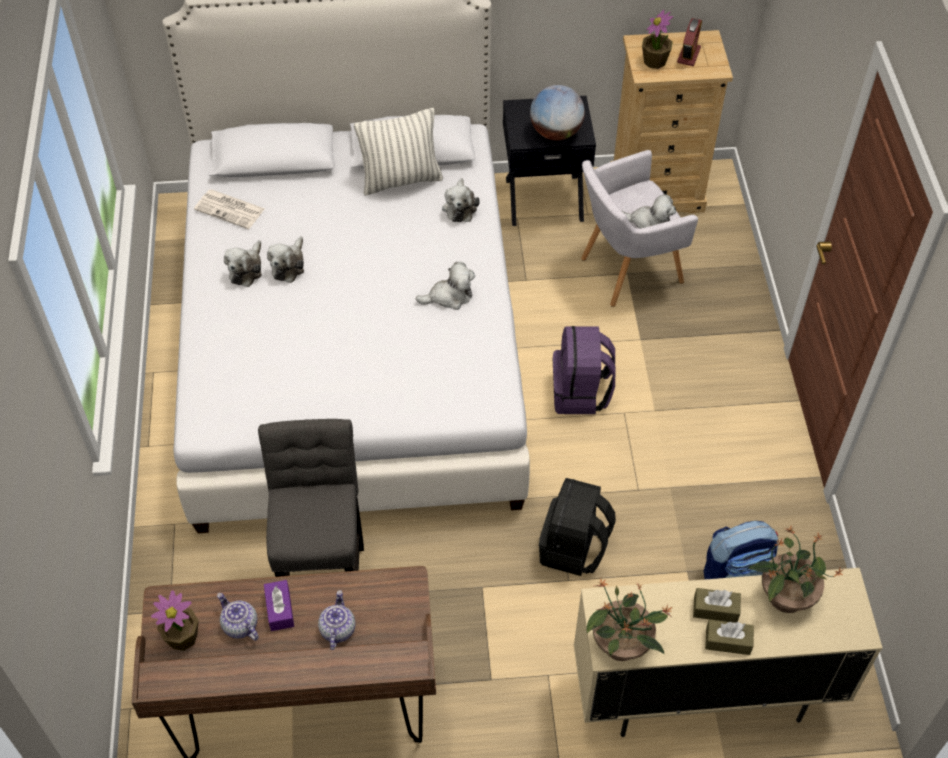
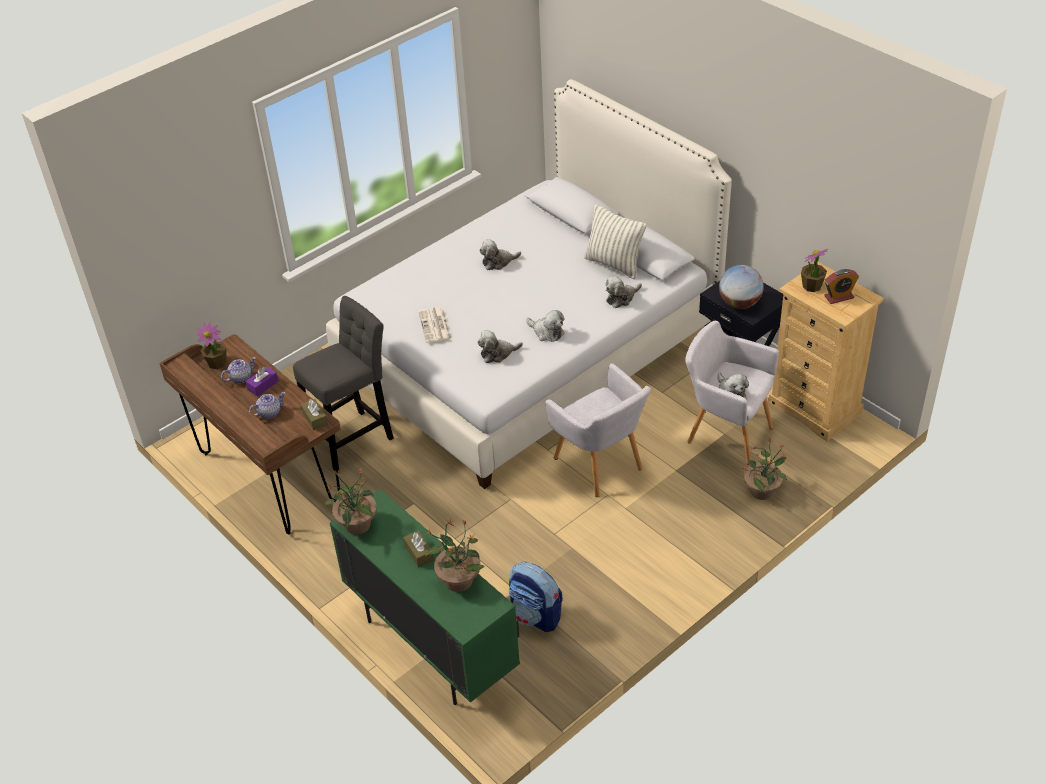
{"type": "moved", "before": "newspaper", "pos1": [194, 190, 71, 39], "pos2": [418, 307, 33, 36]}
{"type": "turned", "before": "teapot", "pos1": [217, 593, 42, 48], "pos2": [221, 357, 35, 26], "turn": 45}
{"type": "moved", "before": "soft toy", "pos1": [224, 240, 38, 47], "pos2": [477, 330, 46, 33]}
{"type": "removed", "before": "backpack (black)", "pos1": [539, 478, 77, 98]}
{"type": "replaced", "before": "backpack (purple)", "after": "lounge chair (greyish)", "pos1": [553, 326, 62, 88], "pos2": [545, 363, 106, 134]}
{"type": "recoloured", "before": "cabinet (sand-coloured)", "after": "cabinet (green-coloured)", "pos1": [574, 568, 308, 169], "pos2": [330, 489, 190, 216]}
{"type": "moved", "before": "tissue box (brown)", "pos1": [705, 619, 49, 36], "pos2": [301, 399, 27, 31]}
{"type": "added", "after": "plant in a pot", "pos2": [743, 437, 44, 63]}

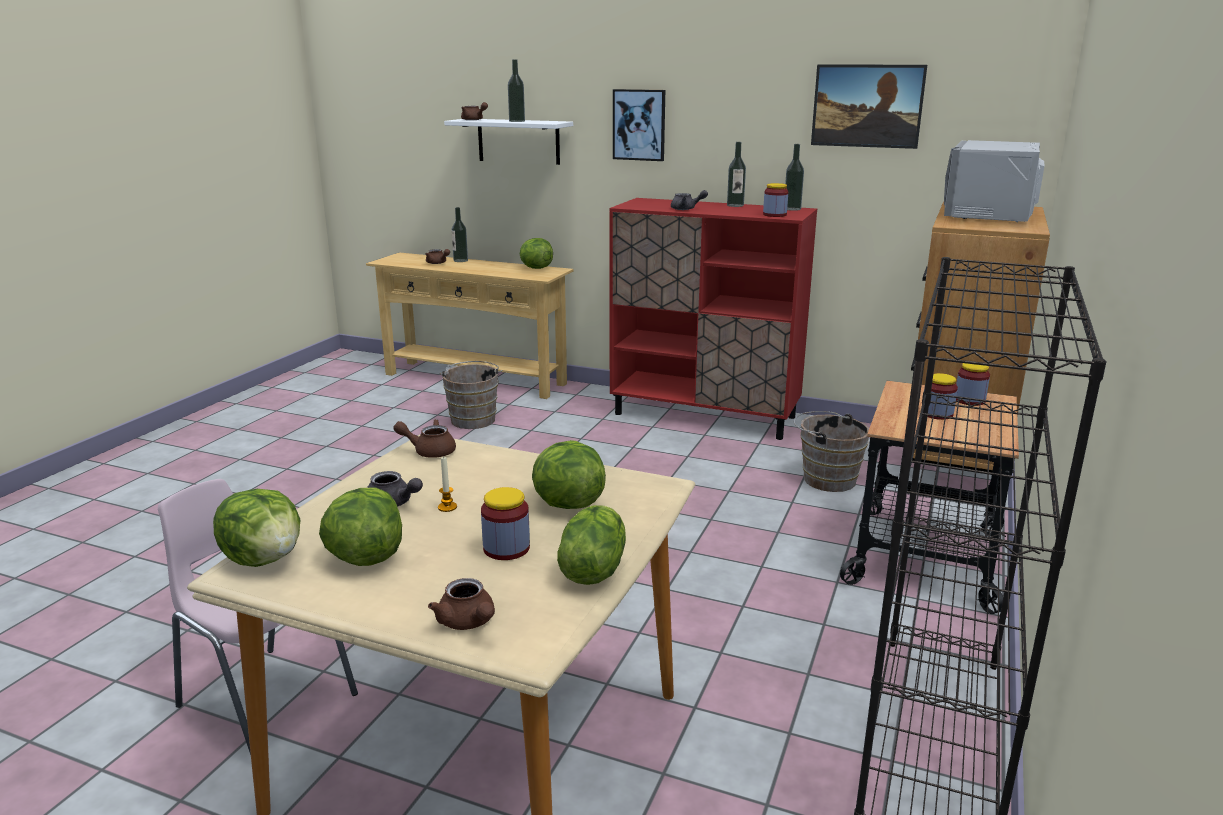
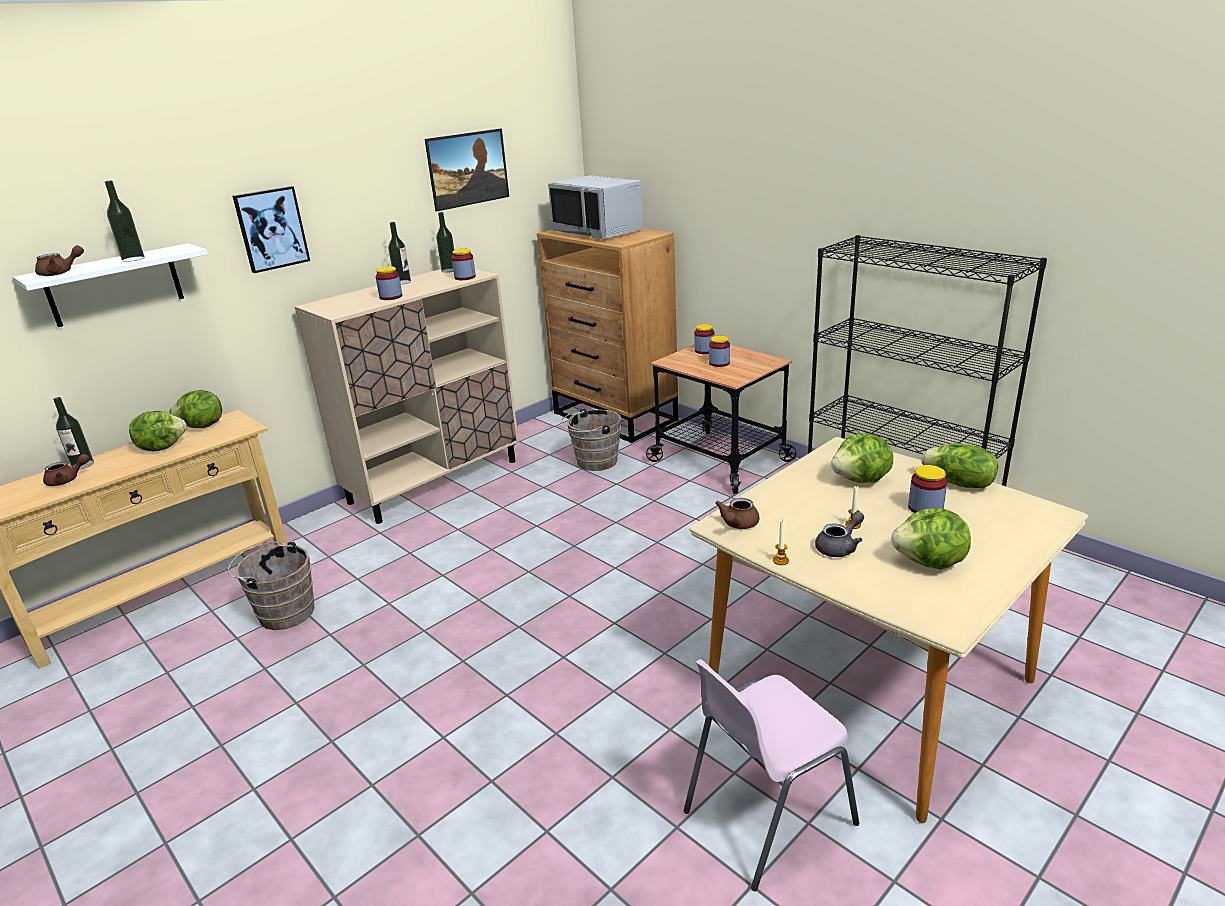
{"type": "moved", "before": "head of lettuce", "pos1": [213, 489, 87, 78], "pos2": [129, 411, 58, 41]}
{"type": "removed", "before": "teapot (brown)", "pos1": [428, 578, 67, 52]}
{"type": "recoloured", "before": "cabinet (red-coloured)", "after": "cabinet (sand-coloured)", "pos1": [609, 198, 208, 242], "pos2": [294, 269, 225, 255]}
{"type": "replaced", "before": "teapot (greyish)", "after": "storage jar", "pos1": [671, 190, 37, 20], "pos2": [376, 266, 26, 34]}
{"type": "added", "after": "wax candle", "pos2": [773, 520, 16, 45]}

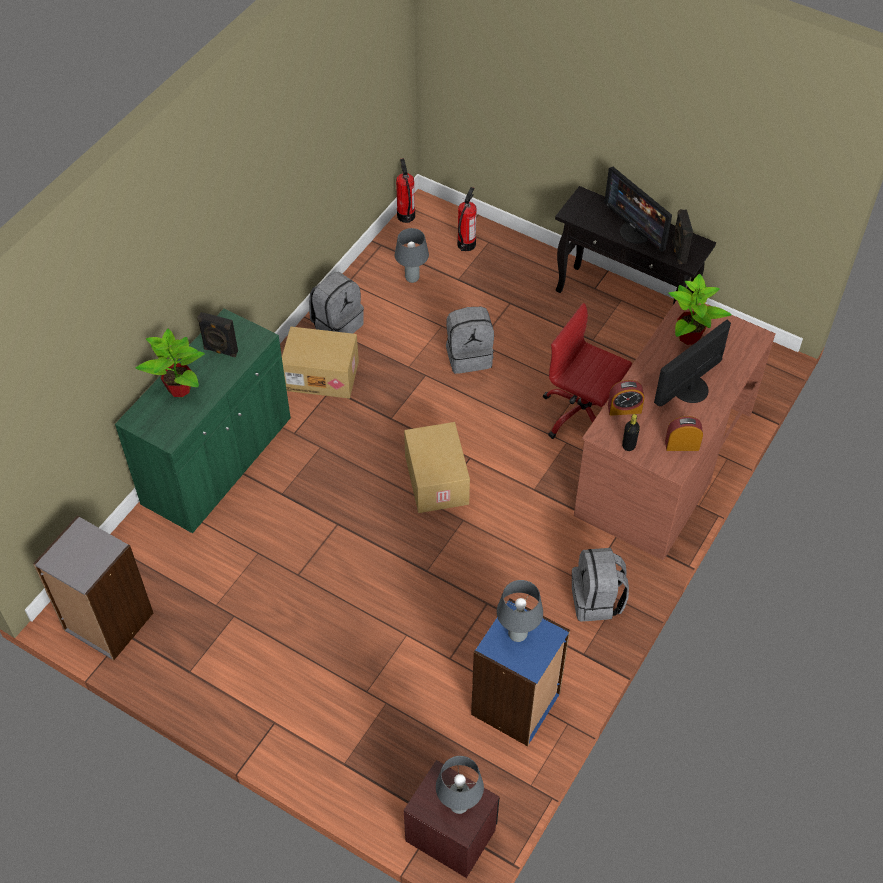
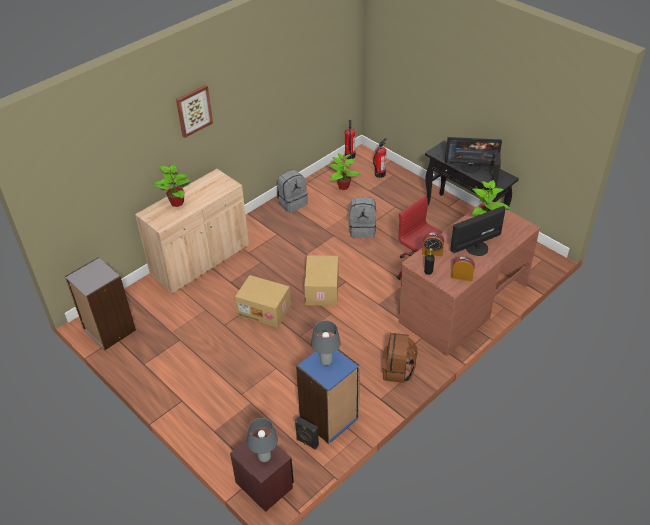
{"type": "recoloured", "before": "cabinet (green-coloured)", "after": "cabinet (sand-coloured)", "pos1": [115, 309, 176, 224], "pos2": [135, 169, 114, 124]}
{"type": "moved", "before": "loudspeaker (black)", "pos1": [197, 312, 41, 45], "pos2": [295, 416, 24, 34]}
{"type": "moved", "before": "packing box", "pos1": [282, 327, 77, 72], "pos2": [235, 275, 56, 53]}
{"type": "replaced", "before": "lamp for a table (greyish)", "after": "plant in a pot", "pos1": [395, 228, 34, 55], "pos2": [329, 153, 32, 37]}
{"type": "recoloured", "before": "backpack (greyish)", "after": "backpack (brown)", "pos1": [572, 548, 57, 74], "pos2": [382, 333, 35, 50]}
{"type": "turned", "before": "computer screen", "pos1": [604, 167, 68, 85], "pos2": [445, 137, 57, 36], "turn": -60}
{"type": "added", "after": "picture", "pos2": [176, 85, 37, 53]}

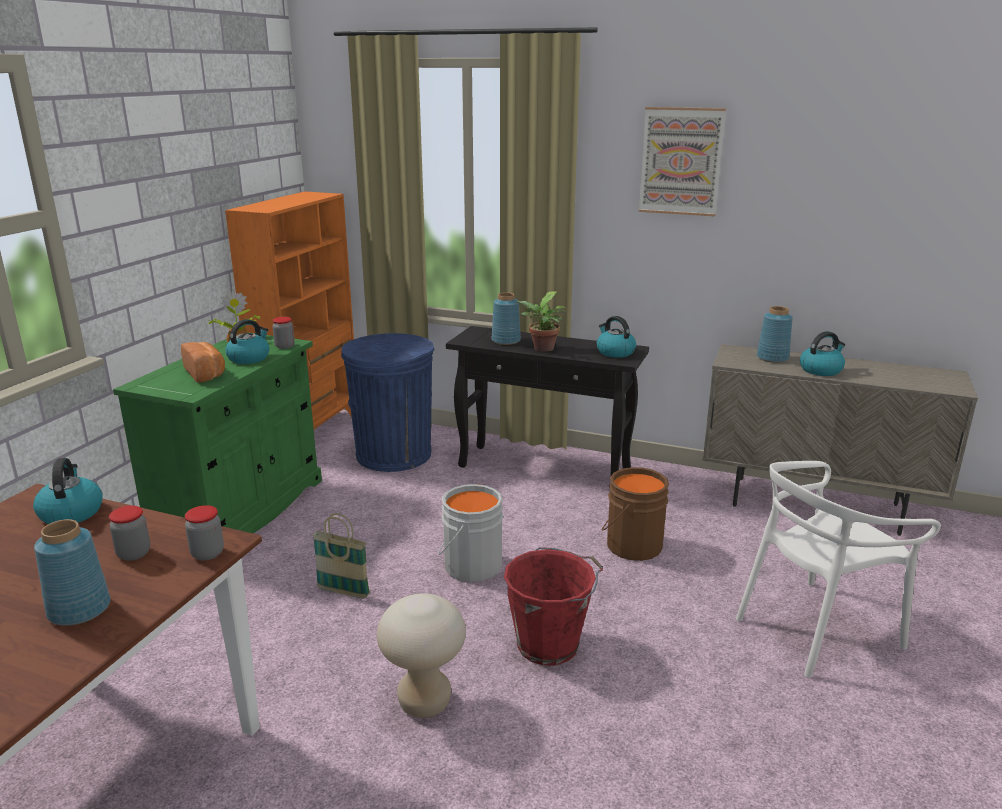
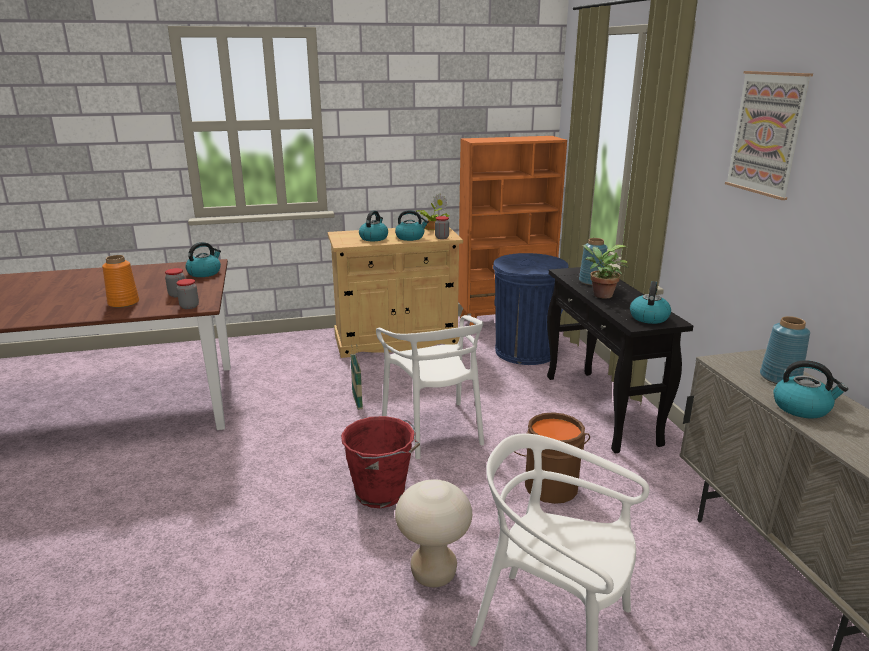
{"type": "recoloured", "before": "flower vase (blue-coloured)", "after": "flower vase (orangey)", "pos1": [34, 519, 76, 106], "pos2": [102, 255, 37, 53]}
{"type": "recoloured", "before": "cabinet (green-coloured)", "after": "cabinet (sand-coloured)", "pos1": [113, 333, 209, 200], "pos2": [328, 227, 135, 131]}
{"type": "replaced", "before": "bread", "after": "tea kettle", "pos1": [181, 342, 44, 41], "pos2": [359, 211, 29, 30]}
{"type": "moved", "before": "stool seat (sand-coloured)", "pos1": [377, 593, 89, 125], "pos2": [395, 479, 77, 108]}
{"type": "replaced", "before": "pail (greyish)", "after": "plain chair (white-coloured)", "pos1": [438, 484, 66, 98], "pos2": [376, 315, 108, 144]}

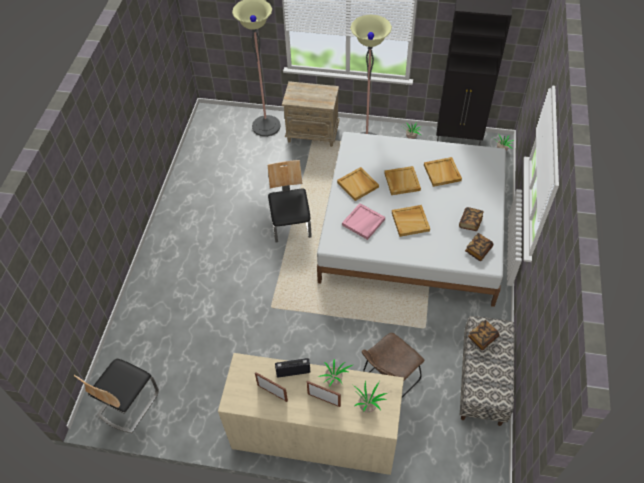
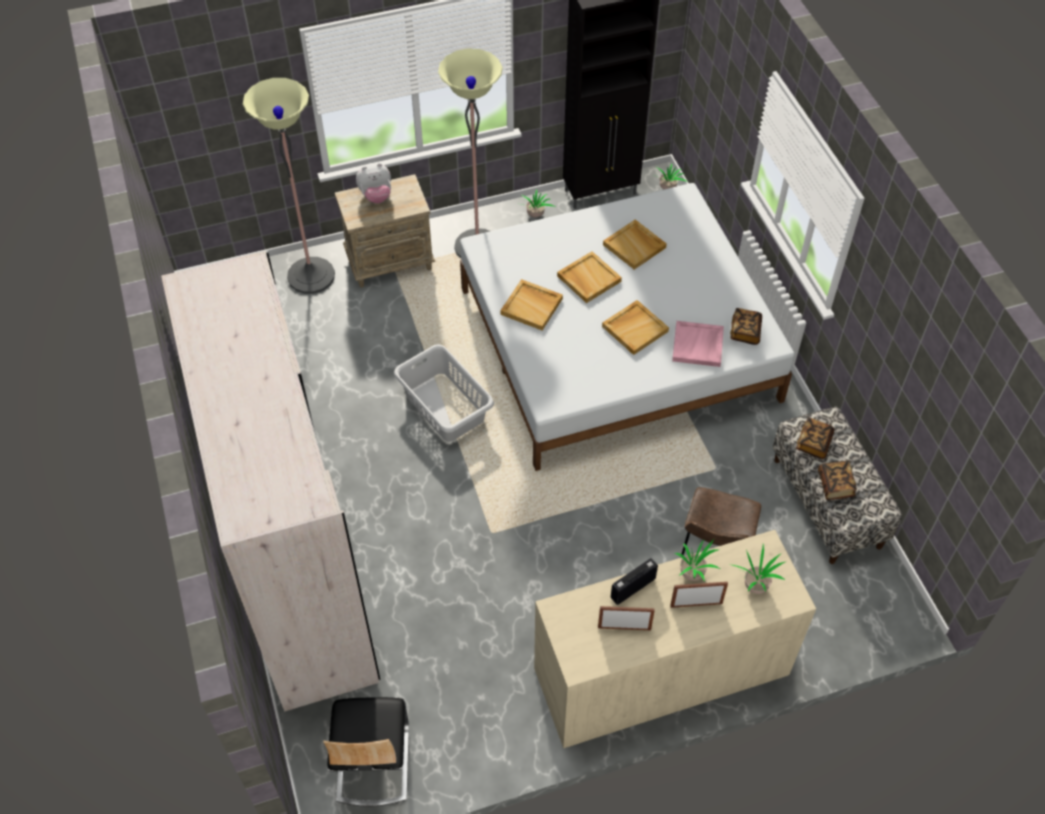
{"type": "replaced", "before": "plain chair", "after": "washing basket (greyish)", "pos1": [267, 160, 45, 83], "pos2": [394, 345, 100, 97]}
{"type": "moved", "before": "carrying tray (pink-coloured)", "pos1": [342, 203, 43, 37], "pos2": [672, 321, 52, 46]}
{"type": "moved", "before": "book", "pos1": [459, 207, 25, 24], "pos2": [818, 461, 39, 39]}
{"type": "added", "after": "wardrobe (sand-coloured)", "pos2": [161, 251, 219, 461]}
{"type": "added", "after": "soft toy", "pos2": [356, 163, 35, 40]}

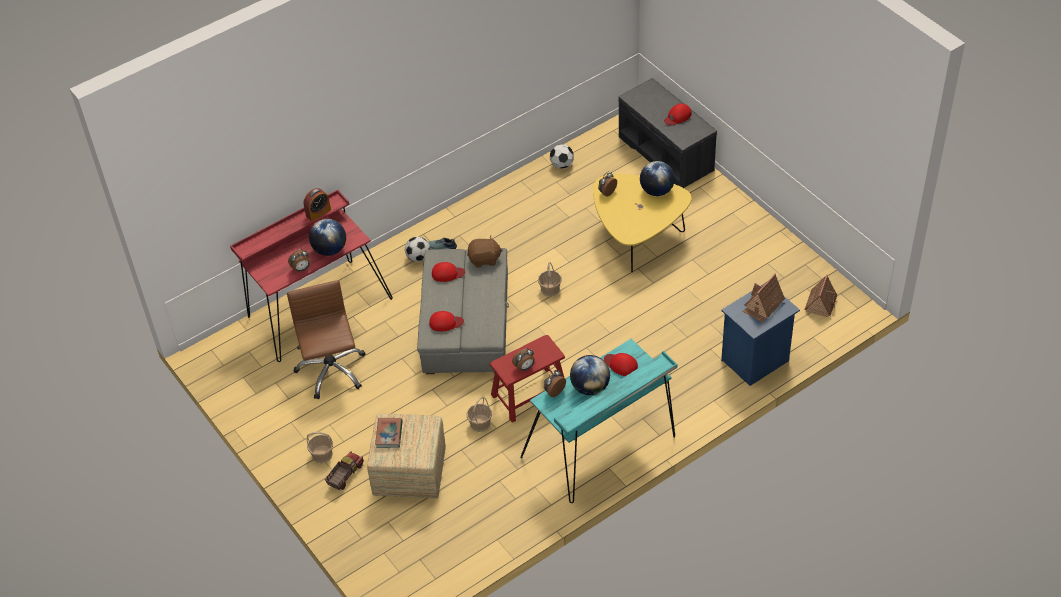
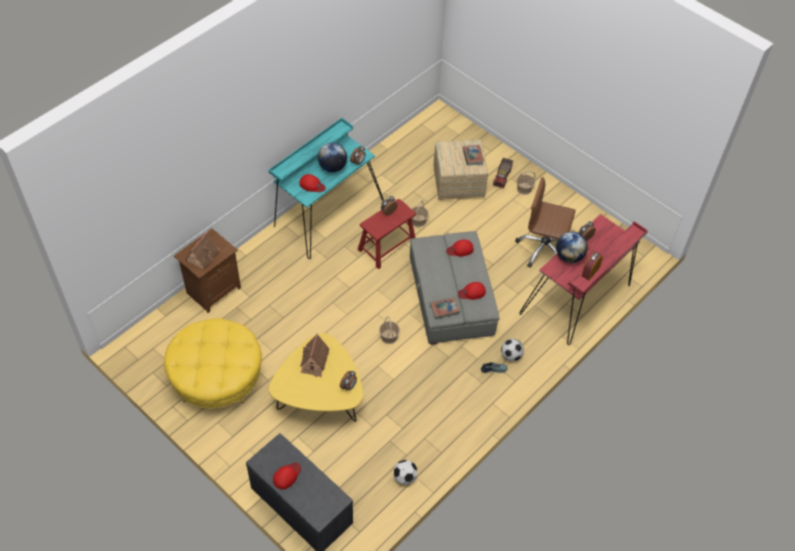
{"type": "turned", "before": "office chair (brown)", "pos1": [287, 280, 78, 120], "pos2": [515, 177, 61, 91], "turn": 135}
{"type": "replaced", "before": "soft toy (brown)", "after": "book", "pos1": [467, 236, 36, 32], "pos2": [430, 297, 30, 22]}
{"type": "removed", "before": "globe", "pos1": [640, 161, 35, 35]}
{"type": "recoloured", "before": "bedside table (blue-coloured)", "after": "bedside table (brown)", "pos1": [721, 283, 79, 103], "pos2": [174, 228, 67, 85]}
{"type": "moved", "before": "model house", "pos1": [804, 274, 33, 43], "pos2": [300, 333, 29, 43]}
{"type": "added", "after": "ottoman (yellow)", "pos2": [164, 318, 98, 91]}

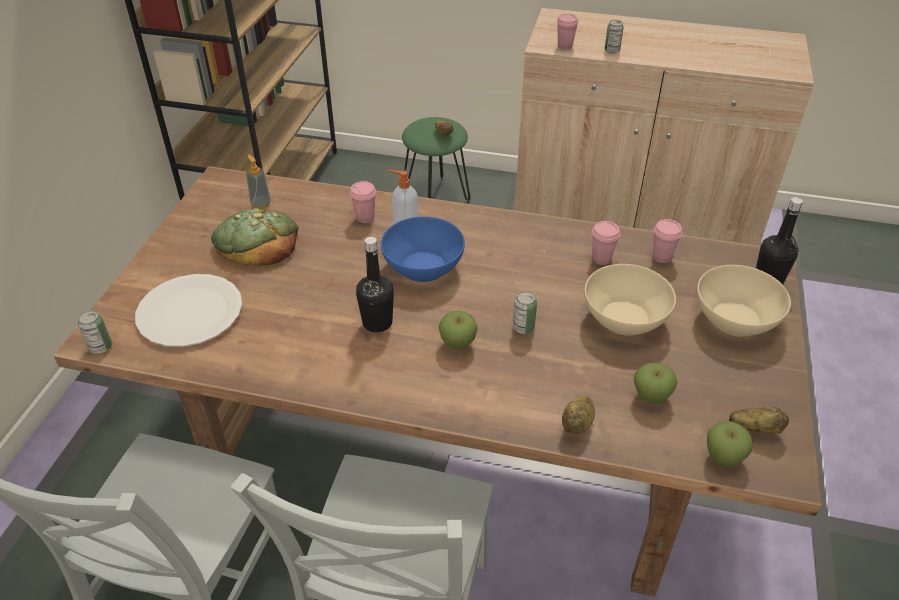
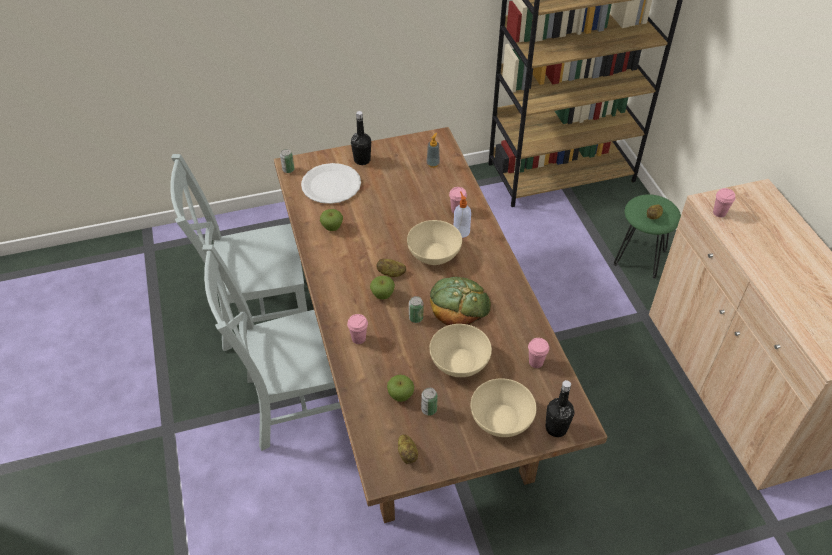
{"type": "moved", "before": "bread", "pos1": [211, 208, 88, 58], "pos2": [430, 277, 61, 49]}
{"type": "moved", "before": "beverage bottle (black)", "pos1": [356, 237, 38, 95], "pos2": [351, 111, 20, 54]}
{"type": "recoloured", "before": "serving bowl (blue-coloured)", "after": "serving bowl (sand-coloured)", "pos1": [381, 216, 84, 66], "pos2": [407, 220, 55, 45]}
{"type": "moved", "before": "spud", "pos1": [562, 396, 33, 38], "pos2": [376, 259, 30, 18]}
{"type": "moved", "before": "drinking cup (pink-coloured)", "pos1": [592, 221, 28, 44], "pos2": [347, 314, 21, 30]}
{"type": "moved", "before": "can", "pos1": [604, 20, 20, 34], "pos2": [421, 388, 17, 28]}
{"type": "moved", "before": "apple fruit", "pos1": [707, 421, 46, 45], "pos2": [320, 209, 23, 22]}

